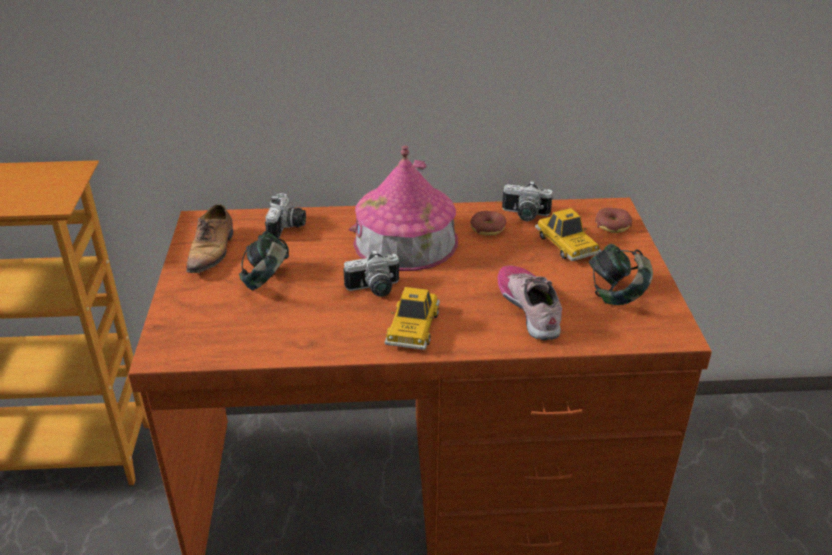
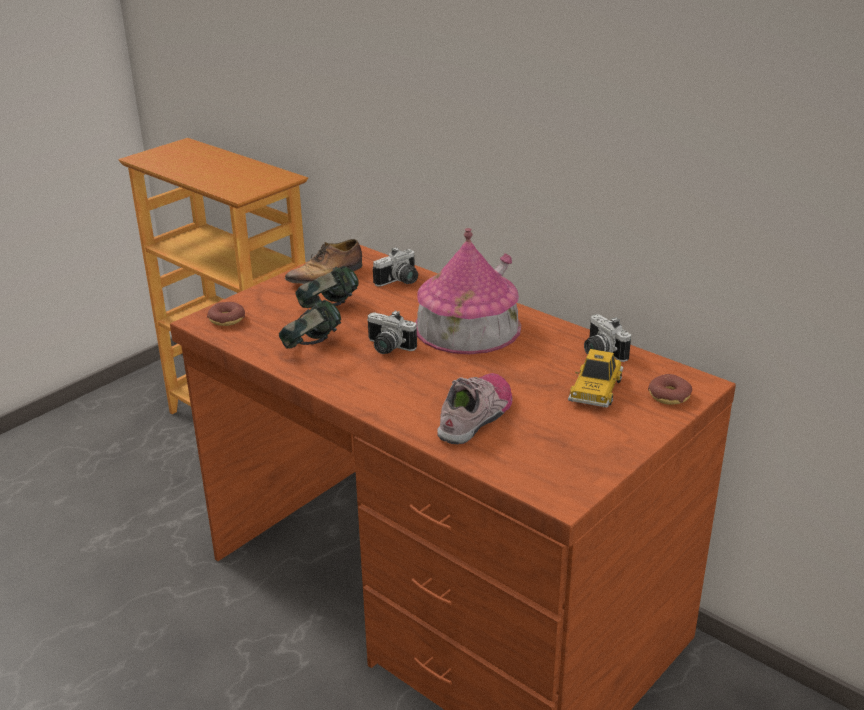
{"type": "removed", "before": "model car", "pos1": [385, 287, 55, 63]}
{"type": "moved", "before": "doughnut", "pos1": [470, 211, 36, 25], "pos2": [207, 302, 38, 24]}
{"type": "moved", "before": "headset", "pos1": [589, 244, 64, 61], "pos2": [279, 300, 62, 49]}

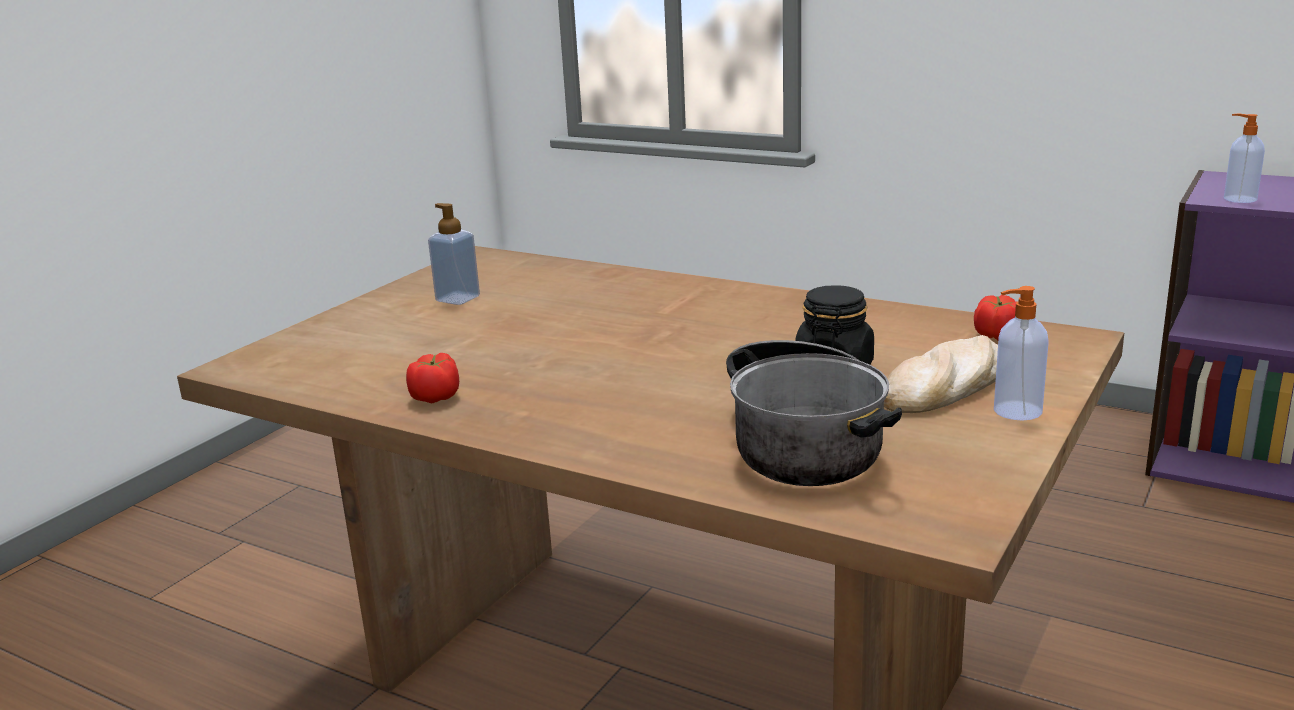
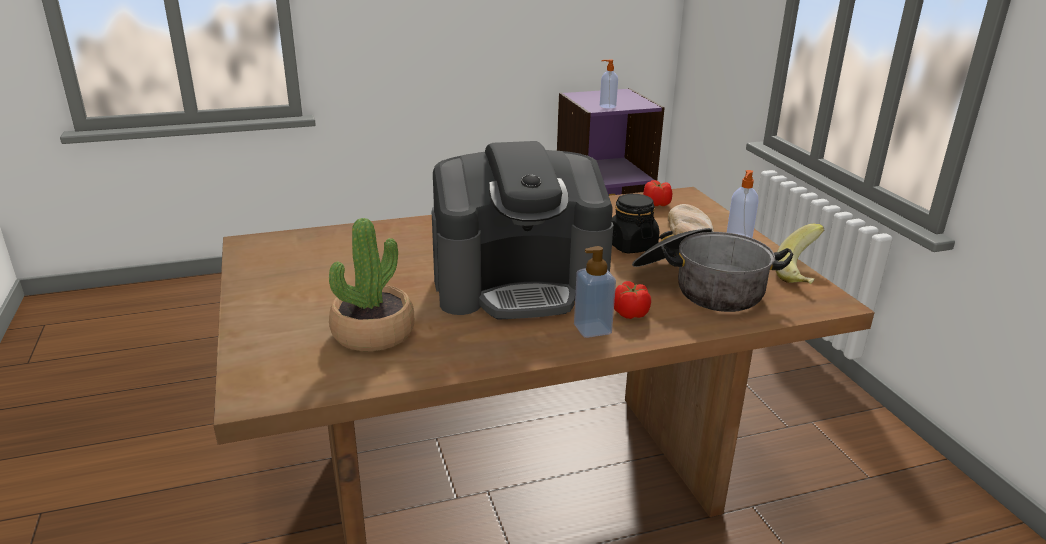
{"type": "moved", "before": "whole tomato", "pos1": [406, 353, 53, 50], "pos2": [614, 281, 37, 38]}
{"type": "moved", "before": "soap dispenser", "pos1": [428, 203, 52, 102], "pos2": [574, 246, 42, 92]}
{"type": "added", "after": "plant in a pot", "pos2": [329, 218, 85, 133]}
{"type": "added", "after": "coffee brewer", "pos2": [432, 141, 181, 179]}
{"type": "added", "after": "banana", "pos2": [776, 224, 48, 60]}

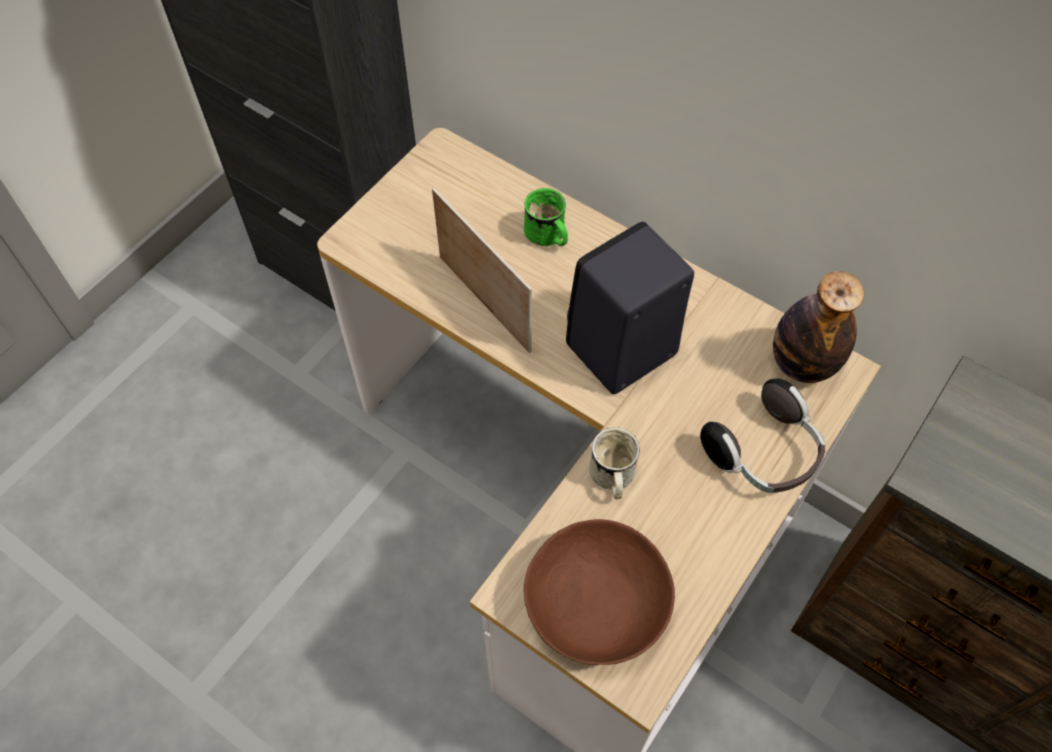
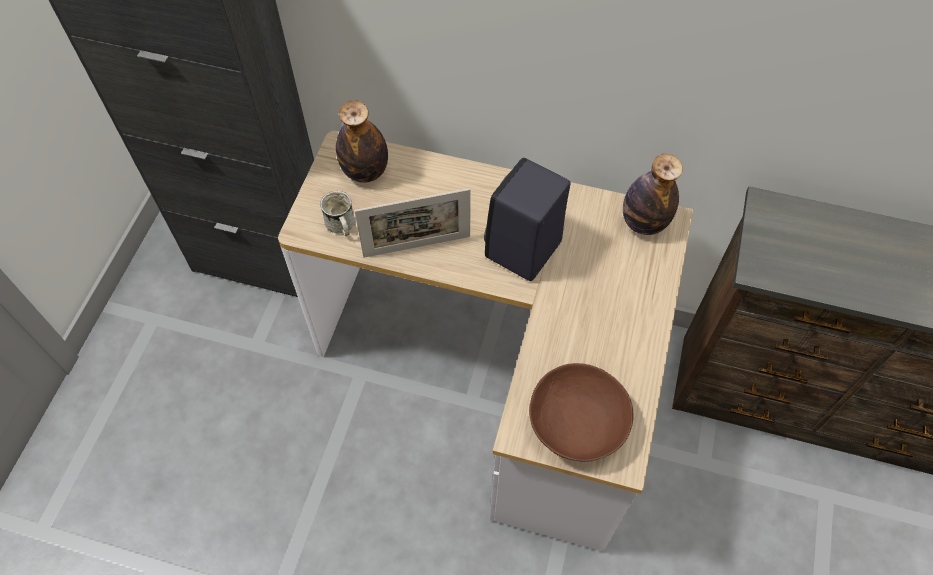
{"type": "turned", "before": "picture frame", "pos1": [432, 187, 100, 166], "pos2": [354, 188, 117, 70], "turn": 135}
{"type": "removed", "before": "coffee mug (green-coloured)", "pos1": [524, 188, 44, 58]}
{"type": "moved", "before": "coffee mug (white-coloured)", "pos1": [589, 428, 51, 71], "pos2": [320, 191, 35, 45]}
{"type": "removed", "before": "headset", "pos1": [700, 378, 126, 115]}
{"type": "added", "after": "beverage bottle", "pos2": [336, 100, 52, 83]}

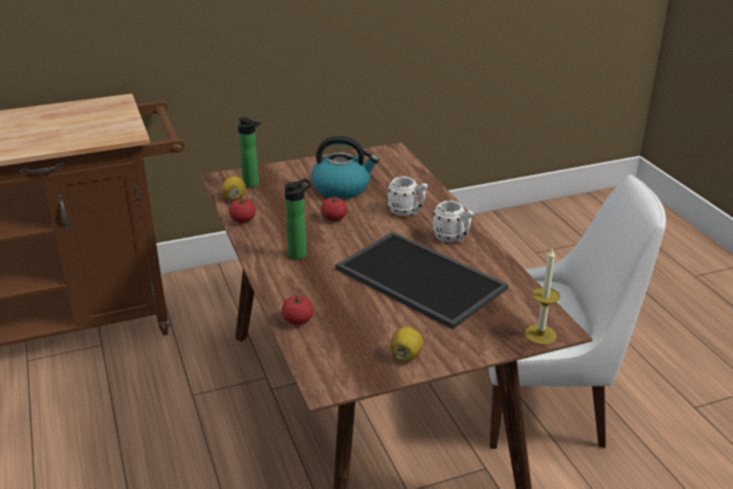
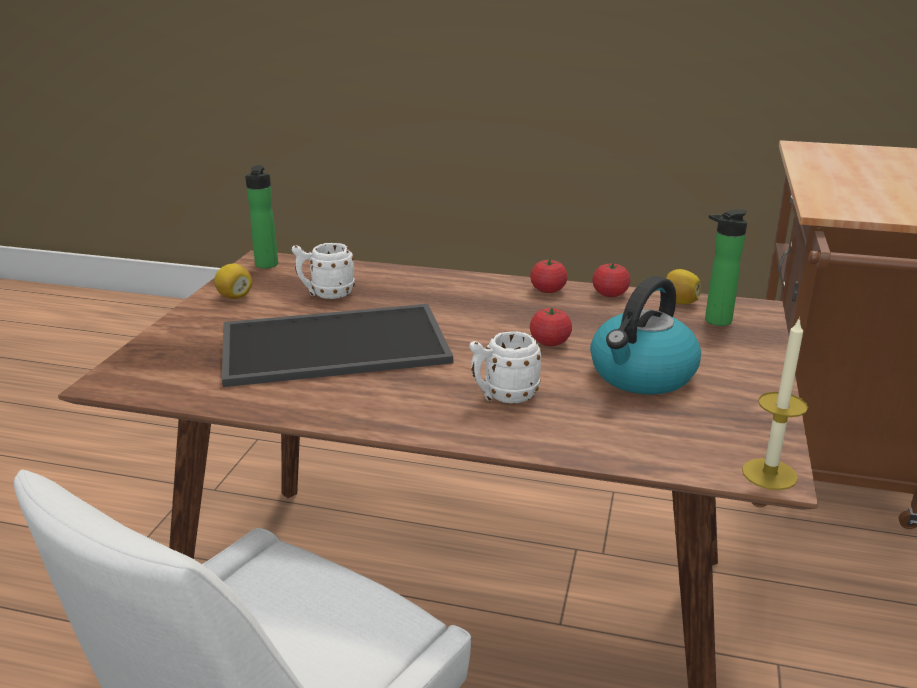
{"type": "moved", "before": "whole tomato", "pos1": [282, 295, 31, 30], "pos2": [530, 259, 38, 34]}
{"type": "moved", "before": "beverage bottle", "pos1": [285, 179, 27, 81], "pos2": [245, 165, 33, 103]}
{"type": "moved", "before": "coffee mug (white-coloured)", "pos1": [433, 201, 41, 42], "pos2": [292, 243, 63, 56]}
{"type": "moved", "before": "wax candle", "pos1": [525, 249, 35, 96], "pos2": [742, 317, 66, 173]}

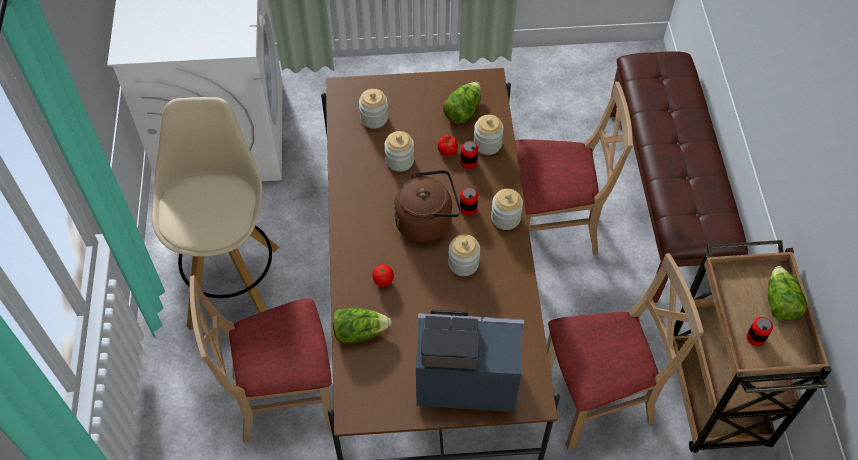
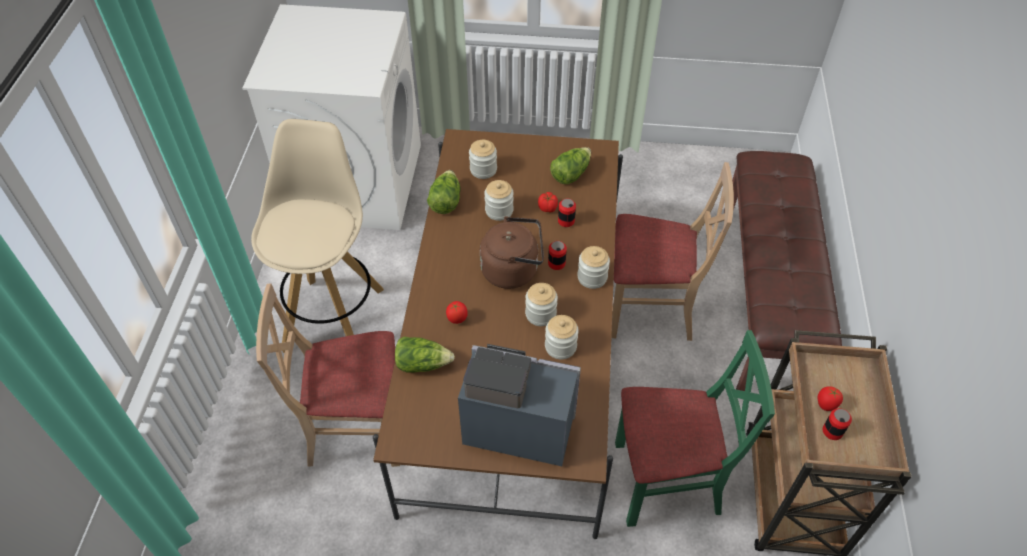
{"type": "moved", "before": "storage jar", "pos1": [474, 115, 30, 40], "pos2": [545, 315, 34, 45]}
{"type": "recoloured", "before": "plain chair (sand-coloured)", "after": "plain chair (green-coloured)", "pos1": [547, 253, 157, 197], "pos2": [615, 330, 160, 197]}
{"type": "moved", "before": "head of lettuce", "pos1": [768, 266, 39, 55], "pos2": [427, 170, 33, 44]}
{"type": "added", "after": "whole tomato", "pos2": [818, 386, 25, 25]}

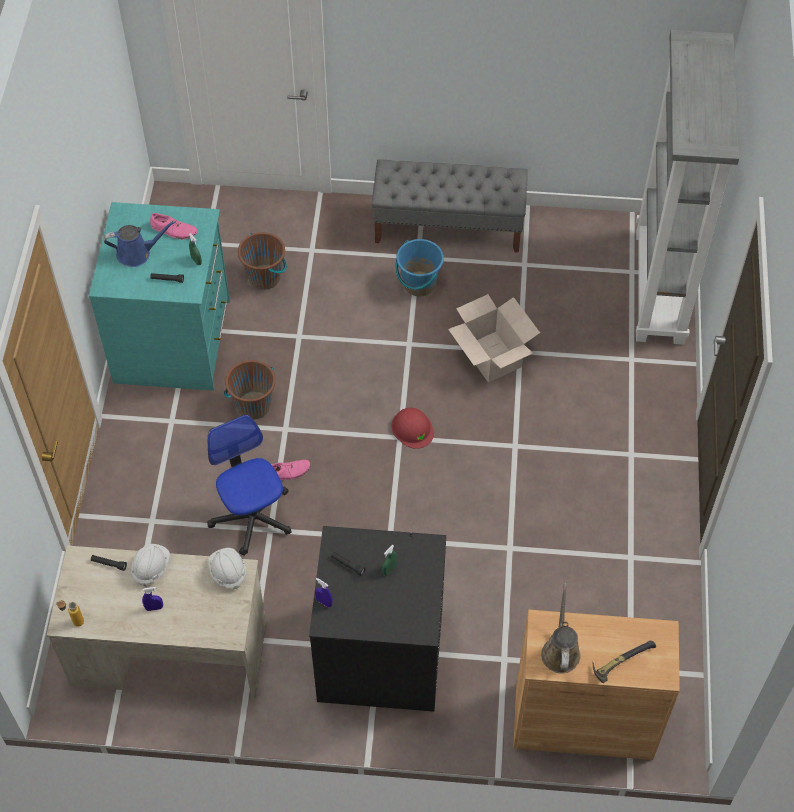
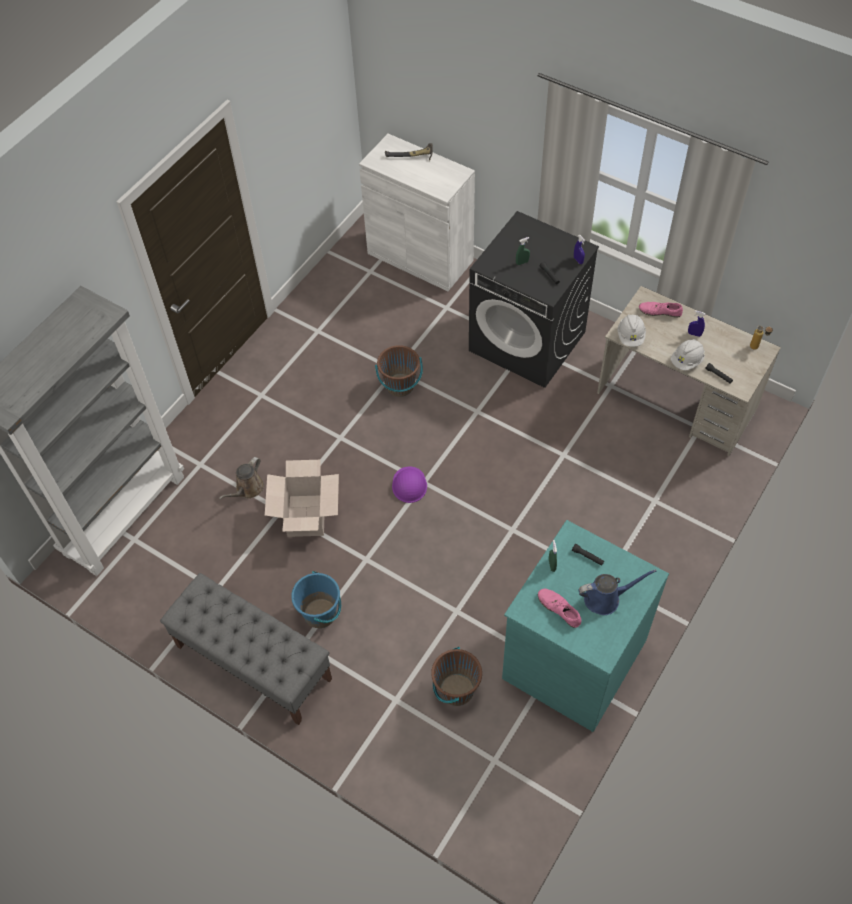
{"type": "turned", "before": "watering pot (blue-coloured)", "pos1": [104, 221, 72, 46], "pos2": [578, 569, 79, 46], "turn": 150}
{"type": "removed", "before": "office chair", "pos1": [207, 415, 85, 141]}
{"type": "moved", "before": "pail (brown)", "pos1": [224, 360, 52, 59], "pos2": [375, 345, 48, 52]}
{"type": "moved", "before": "item of footwear (pink-coloured)", "pos1": [271, 460, 40, 20], "pos2": [639, 301, 44, 17]}
{"type": "recoloured", "before": "hard hat (red-coloured)", "after": "hard hat (purple)", "pos1": [392, 408, 42, 41], "pos2": [392, 466, 35, 37]}
{"type": "recoloured", "before": "cabinet (brown)", "after": "cabinet (white-coloured)", "pos1": [513, 610, 167, 150], "pos2": [359, 134, 116, 157]}
{"type": "moved", "before": "watering pot (brown)", "pos1": [541, 583, 40, 90], "pos2": [219, 457, 45, 42]}

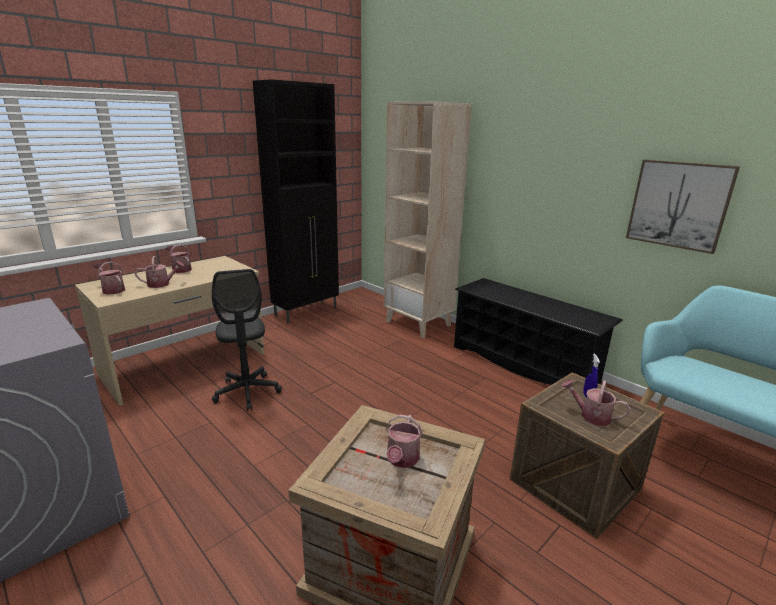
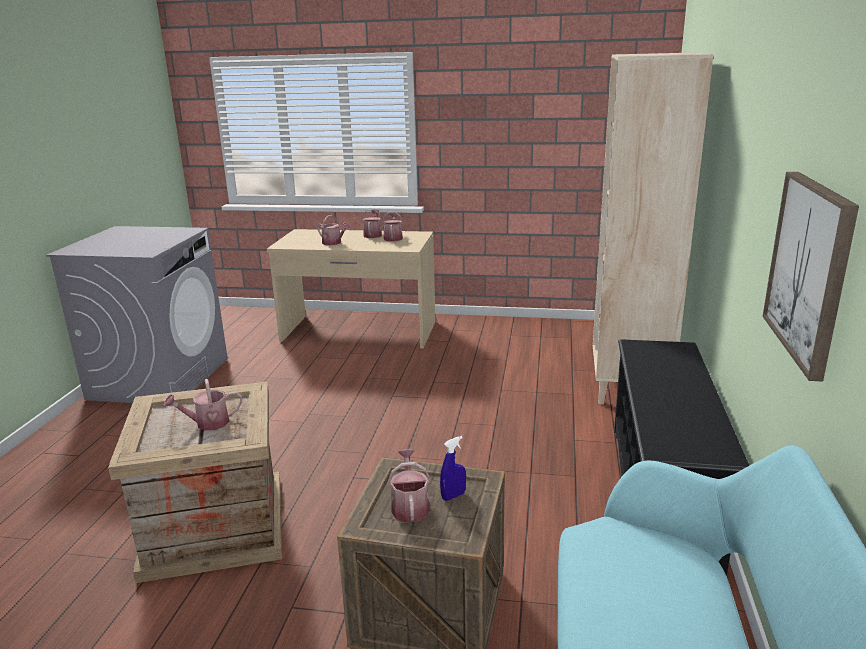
{"type": "moved", "before": "watering pot", "pos1": [94, 261, 31, 34], "pos2": [382, 212, 21, 30]}
{"type": "removed", "before": "office chair (greyish)", "pos1": [212, 269, 70, 142]}
{"type": "removed", "before": "cabinet (black)", "pos1": [253, 79, 86, 244]}

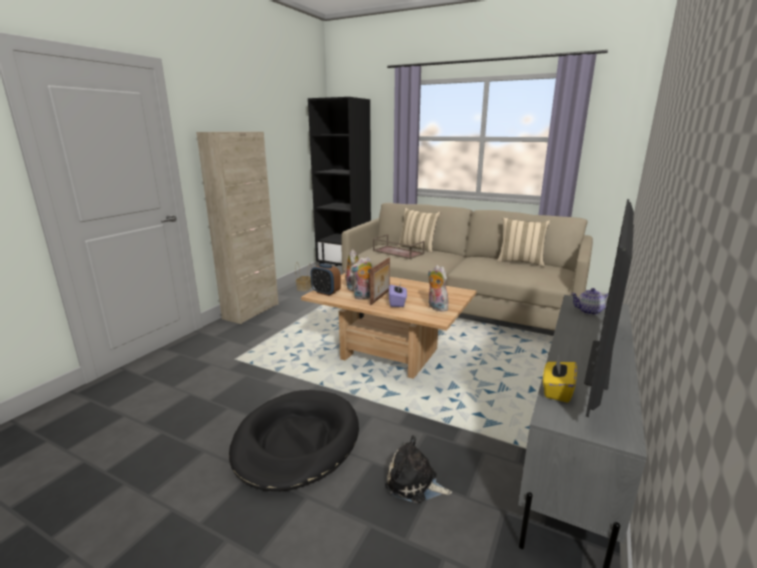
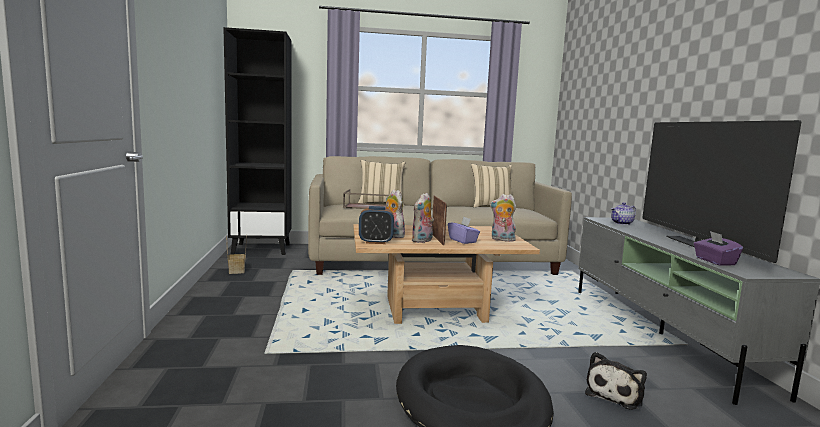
{"type": "removed", "before": "cabinet (sand-coloured)", "pos1": [196, 132, 83, 192]}
{"type": "turned", "before": "soft toy", "pos1": [385, 435, 67, 68], "pos2": [585, 352, 62, 58], "turn": -45}
{"type": "recoloured", "before": "tissue box (yellow)", "after": "tissue box (purple)", "pos1": [543, 354, 34, 49], "pos2": [694, 231, 49, 34]}

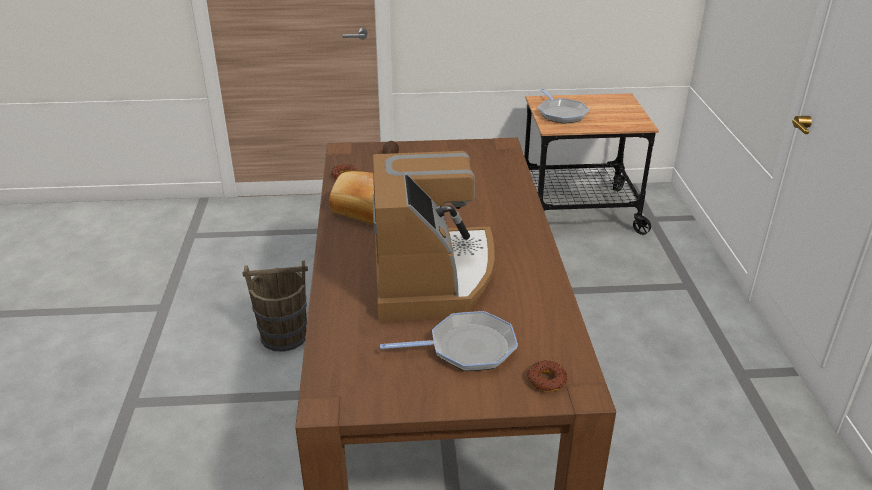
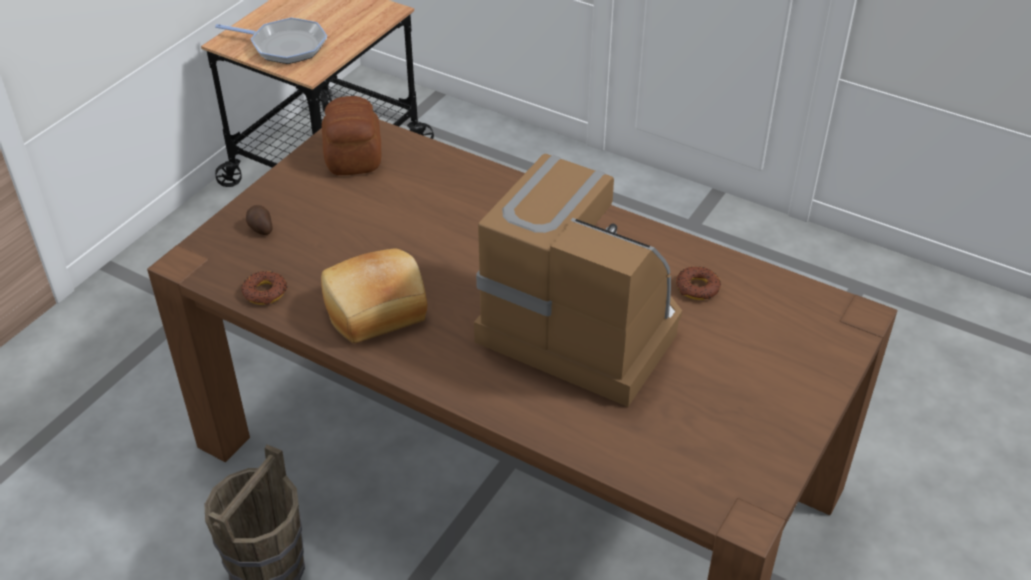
{"type": "removed", "before": "frying pan", "pos1": [380, 311, 138, 60]}
{"type": "moved", "before": "doughnut", "pos1": [527, 360, 40, 32], "pos2": [676, 266, 45, 34]}
{"type": "added", "after": "bread", "pos2": [322, 96, 59, 79]}

